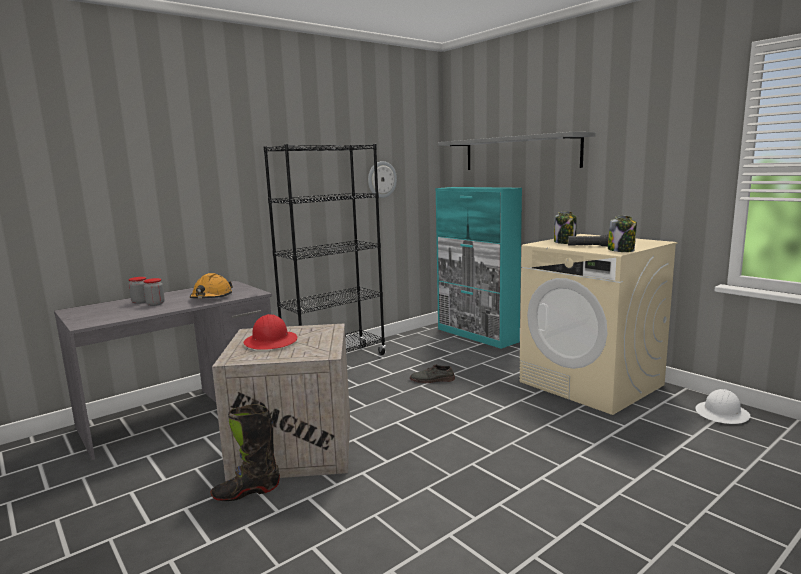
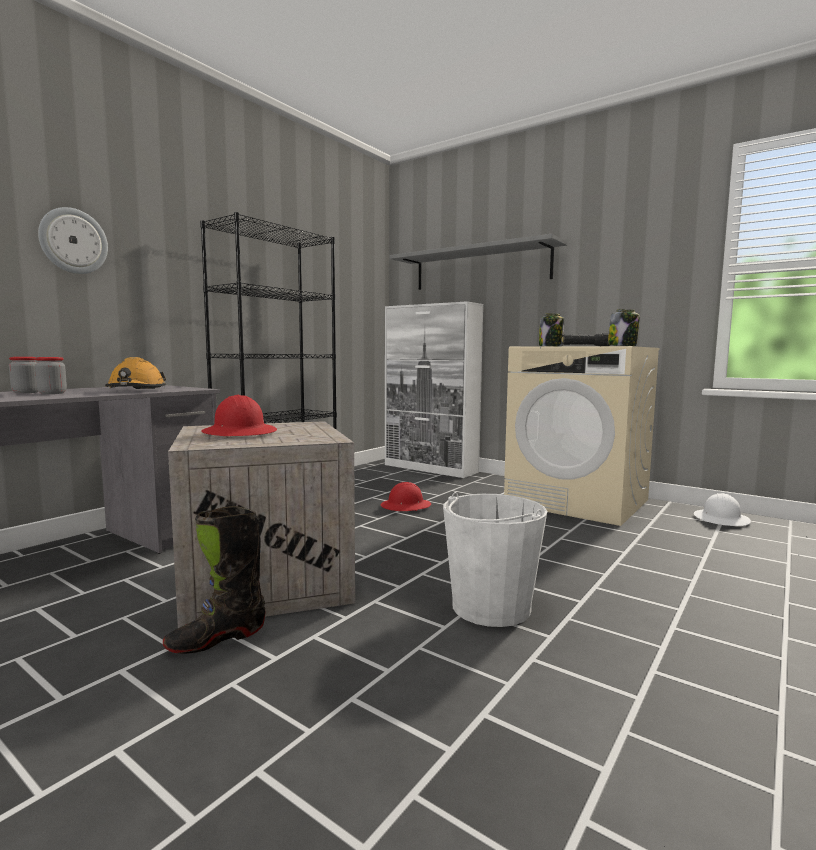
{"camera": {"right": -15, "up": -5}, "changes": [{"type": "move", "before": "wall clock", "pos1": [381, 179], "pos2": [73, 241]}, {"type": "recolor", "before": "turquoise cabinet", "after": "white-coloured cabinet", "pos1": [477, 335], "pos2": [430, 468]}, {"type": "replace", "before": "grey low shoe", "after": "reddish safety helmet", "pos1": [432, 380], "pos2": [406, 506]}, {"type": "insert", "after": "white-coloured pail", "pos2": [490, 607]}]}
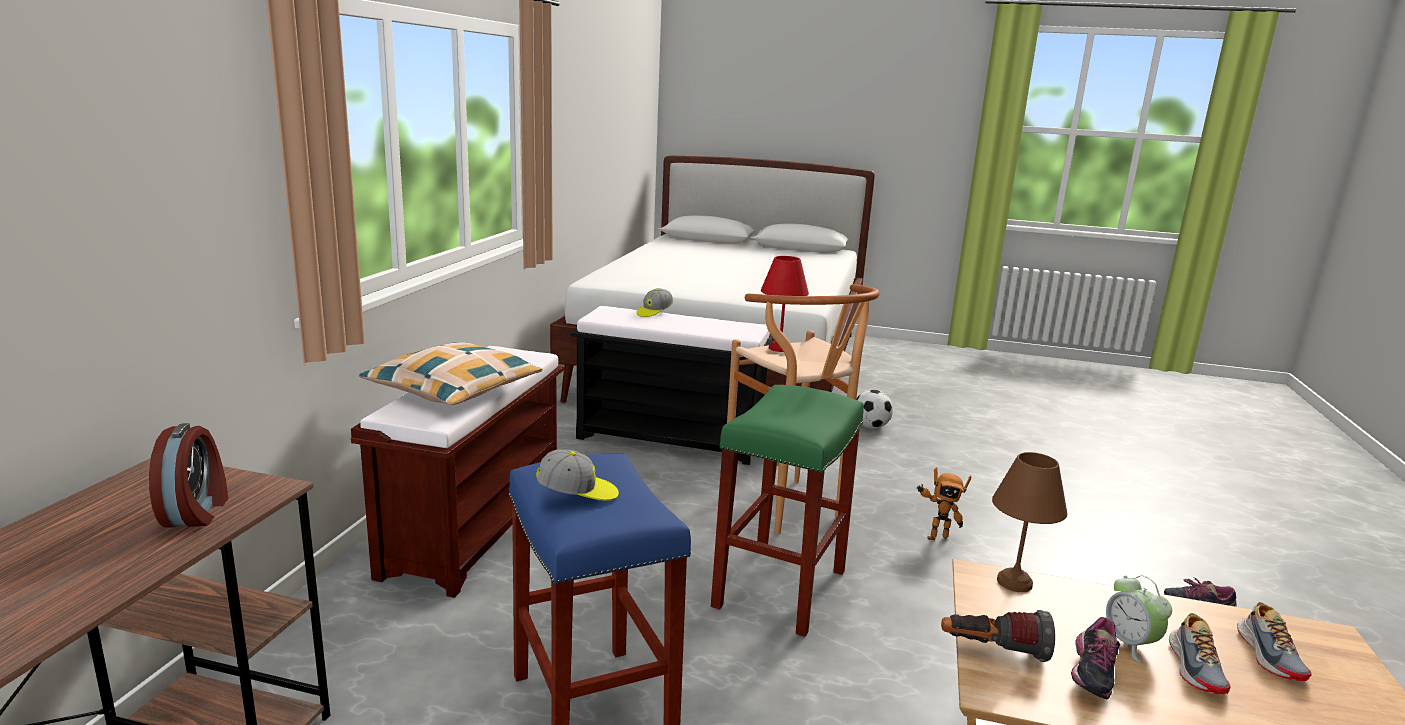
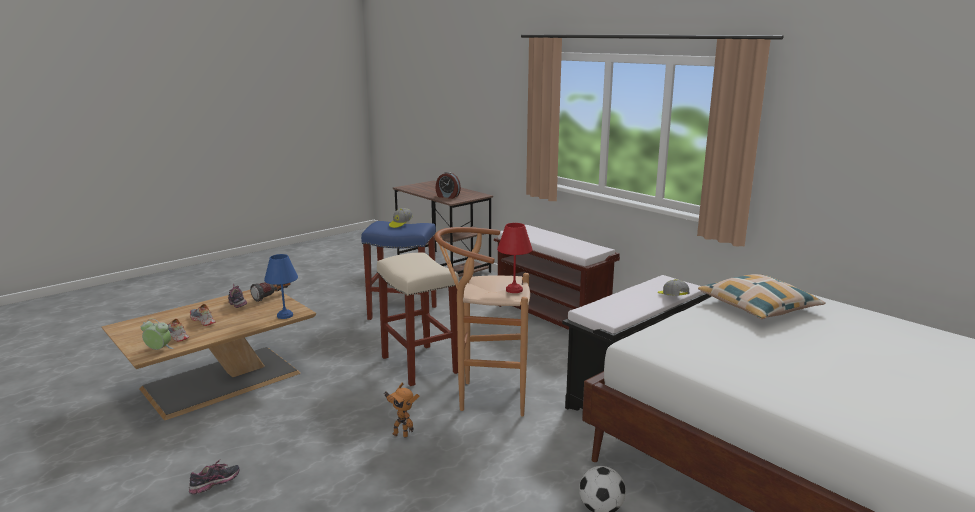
{"camera": {"right": 125, "up": 0}, "changes": [{"type": "move", "before": "pillow", "pos1": [454, 389], "pos2": [758, 306]}, {"type": "recolor", "before": "green-coloured sitting stool", "after": "beige sitting stool", "pos1": [780, 587], "pos2": [420, 365]}, {"type": "recolor", "before": "brown-coloured lamp for a table", "after": "blue lamp for a table", "pos1": [1015, 583], "pos2": [284, 315]}, {"type": "rotate", "before": "toy robot", "pos1": [936, 536], "pos2": [401, 434], "turn": -90}, {"type": "move", "before": "table clock", "pos1": [1129, 644], "pos2": [159, 350]}]}
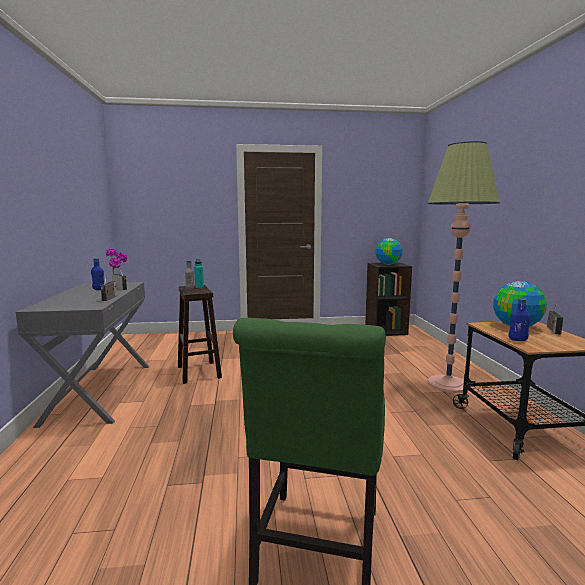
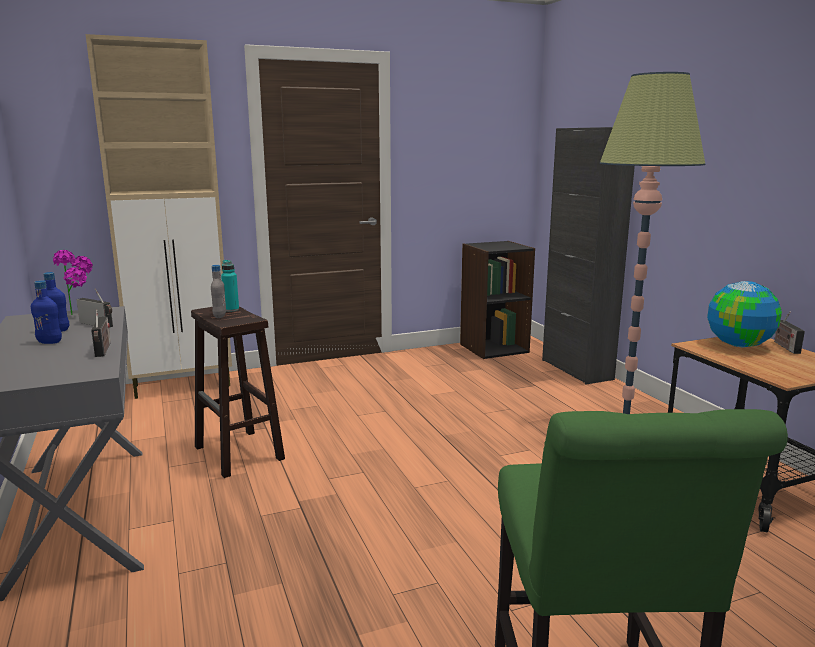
{"camera": {"right": -15, "up": 5}, "changes": [{"type": "delete", "before": "desk globe", "pos1": [388, 264]}, {"type": "move", "before": "blue bottle", "pos1": [517, 340], "pos2": [49, 342]}, {"type": "insert", "after": "beige cabinet", "pos2": [184, 385]}, {"type": "insert", "after": "black-coloured cabinet", "pos2": [576, 369]}]}
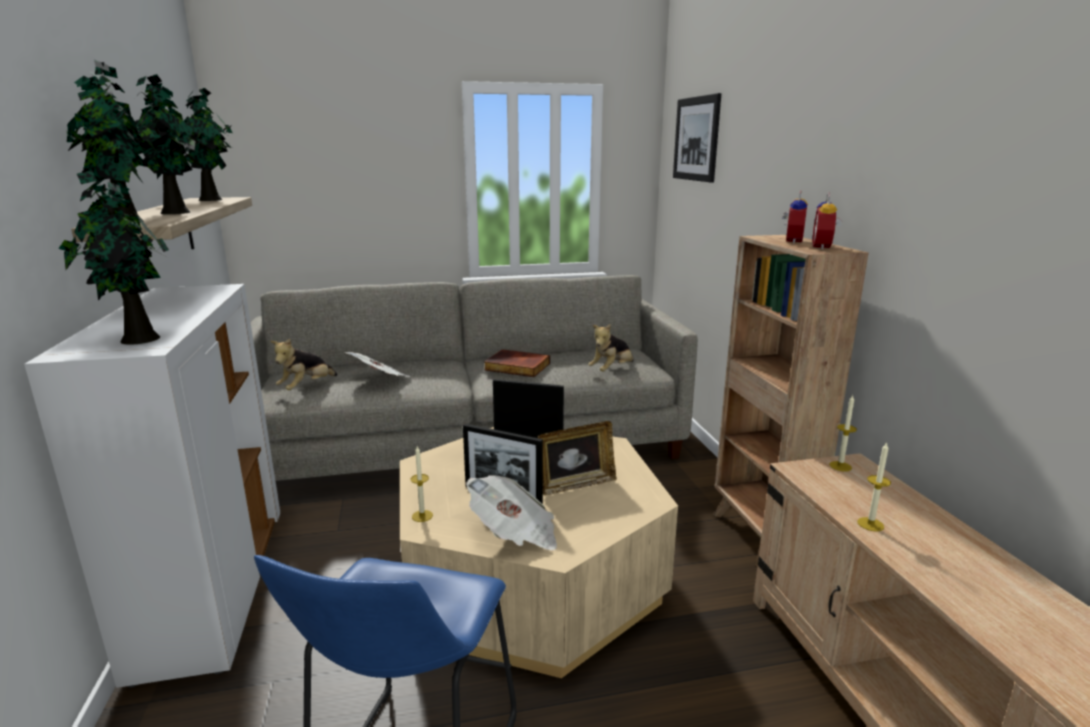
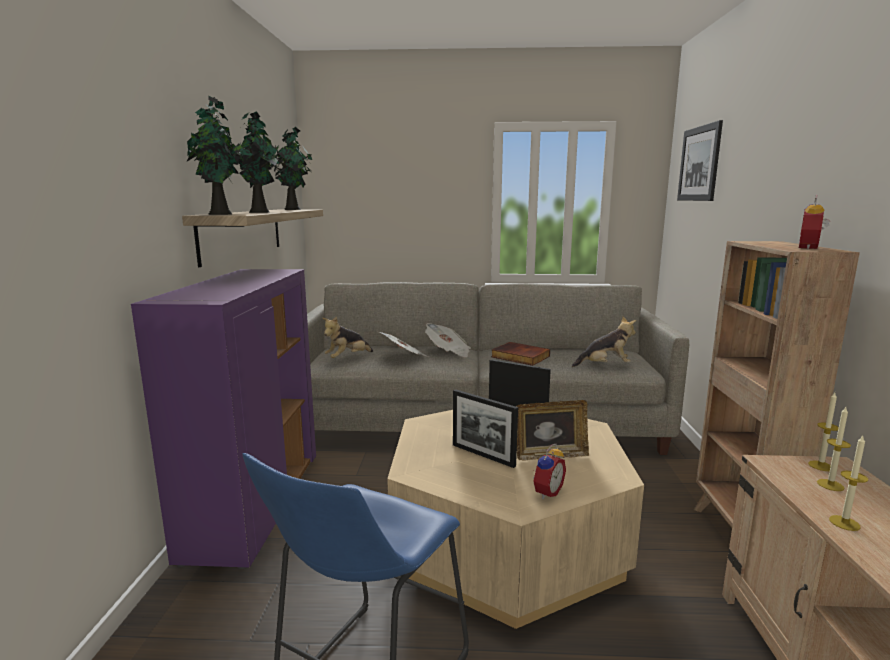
{"camera": {"right": 15, "up": -5}, "changes": [{"type": "delete", "before": "plant in a pot", "pos1": [137, 339]}, {"type": "move", "before": "table clock", "pos1": [791, 241], "pos2": [546, 492]}, {"type": "recolor", "before": "white-coloured cabinet", "after": "purplish cabinet", "pos1": [213, 588], "pos2": [255, 504]}, {"type": "rotate", "before": "cuddly toy", "pos1": [611, 370], "pos2": [605, 366], "turn": -150}, {"type": "move", "before": "wax light", "pos1": [422, 516], "pos2": [830, 485]}, {"type": "move", "before": "newspaper", "pos1": [515, 534], "pos2": [448, 352]}]}
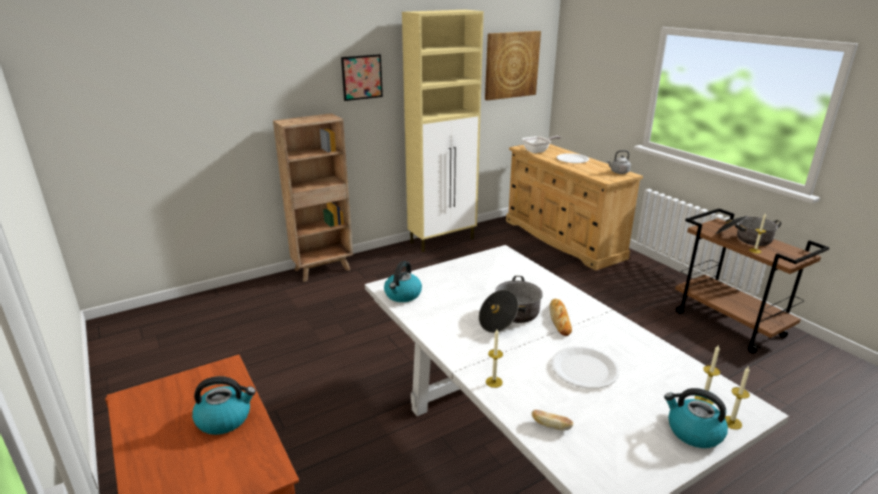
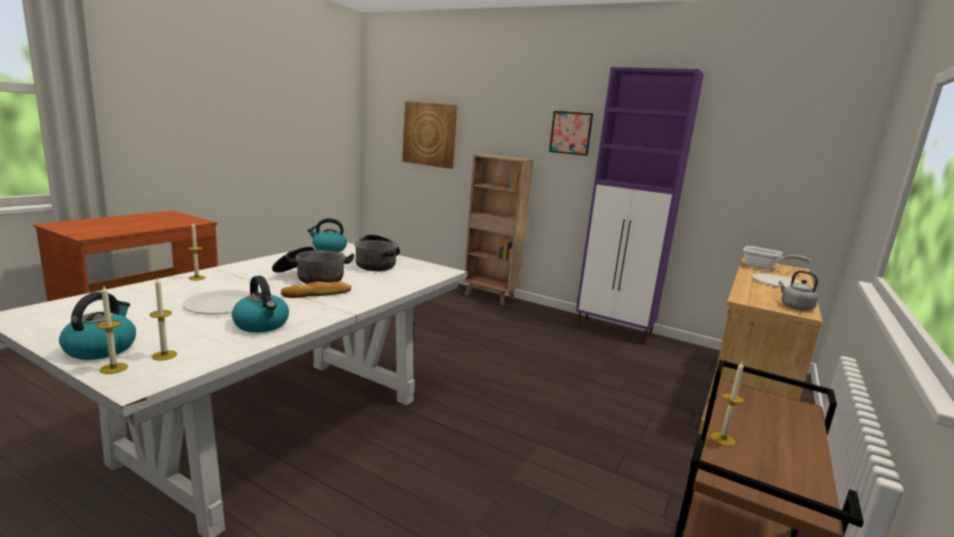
{"camera": {"right": 60, "up": -10}, "changes": [{"type": "recolor", "before": "beige cabinet", "after": "purplish cabinet", "pos1": [443, 240], "pos2": [614, 331]}, {"type": "move", "before": "wall picture", "pos1": [511, 65], "pos2": [430, 134]}, {"type": "move", "before": "cooking pot", "pos1": [744, 238], "pos2": [377, 264]}, {"type": "move", "before": "water kettle", "pos1": [225, 419], "pos2": [262, 325]}, {"type": "delete", "before": "bakery bread", "pos1": [551, 426]}]}
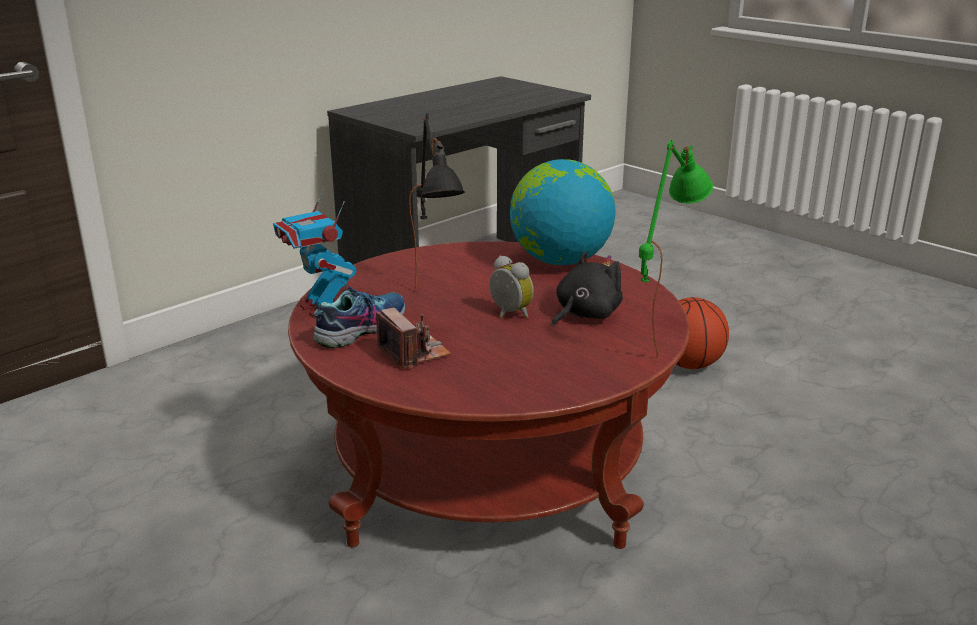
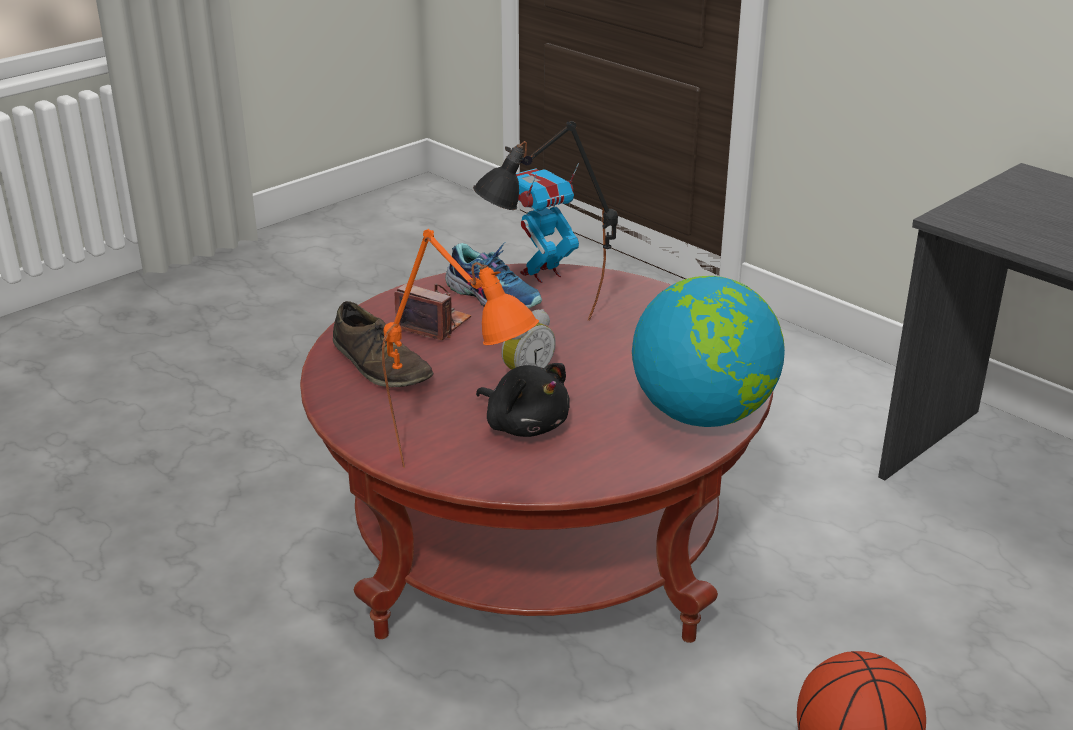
{"camera": {"right": 90, "up": 5}, "changes": [{"type": "recolor", "before": "green-coloured lamp for a table", "after": "orange lamp for a table", "pos1": [660, 335], "pos2": [462, 475]}, {"type": "rotate", "before": "still camera", "pos1": [414, 353], "pos2": [434, 324], "turn": -120}, {"type": "insert", "after": "brown-coloured low shoe", "pos2": [381, 365]}]}
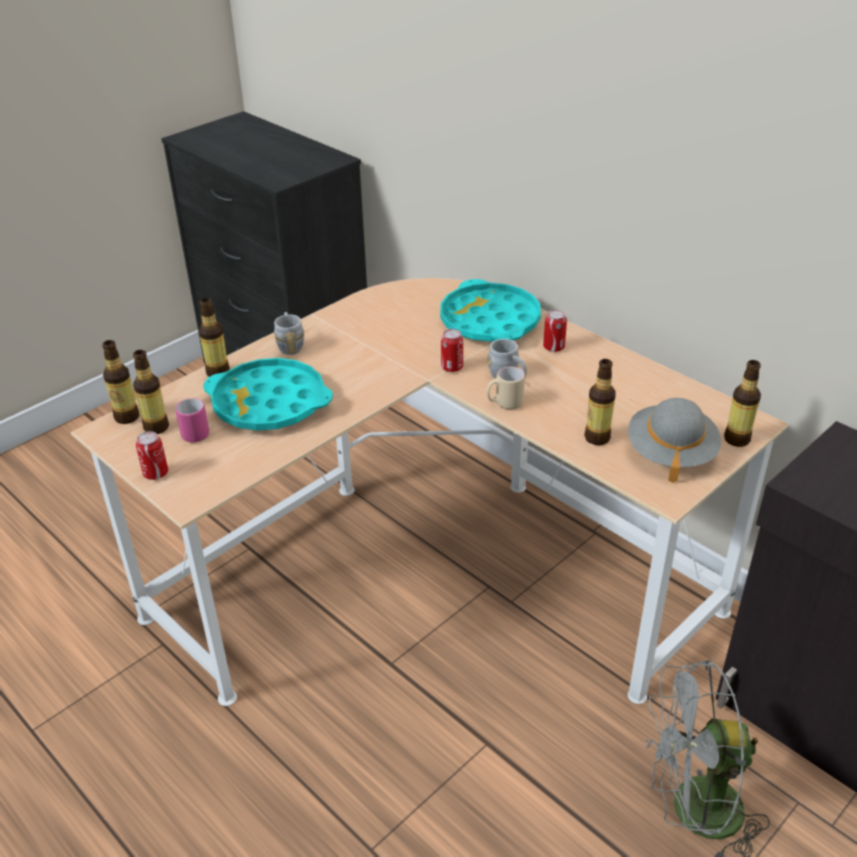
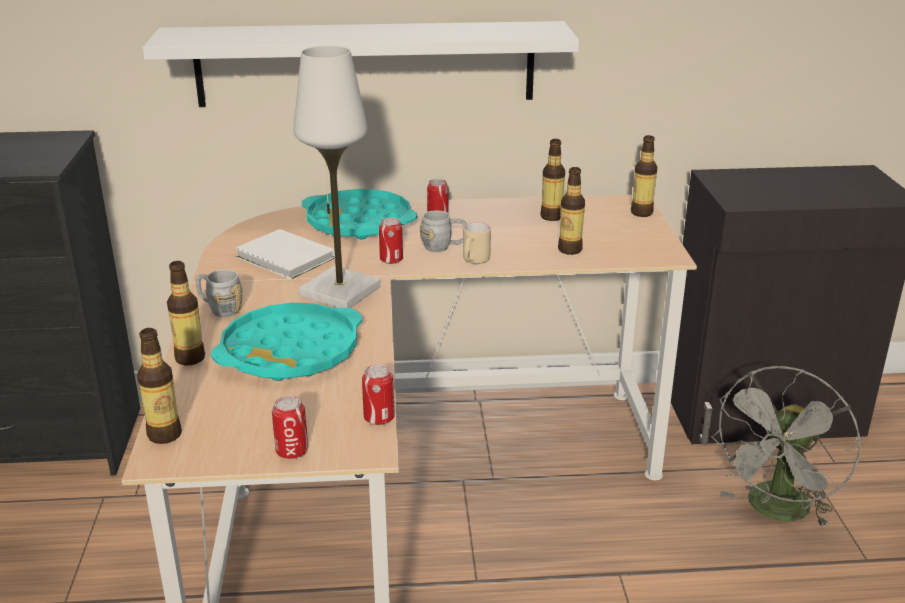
{"camera": {"right": -50, "up": -10}, "changes": [{"type": "move", "before": "bottle", "pos1": [156, 427], "pos2": [551, 217]}, {"type": "delete", "before": "pink coffee mug", "pos1": [193, 432]}, {"type": "delete", "before": "grey wearable hat", "pos1": [670, 453]}, {"type": "insert", "after": "white-coloured shelf", "pos2": [365, 64]}, {"type": "insert", "after": "white-coloured lamp for a table", "pos2": [339, 291]}, {"type": "insert", "after": "white-coloured book", "pos2": [286, 259]}, {"type": "insert", "after": "sealed can", "pos2": [379, 418]}]}
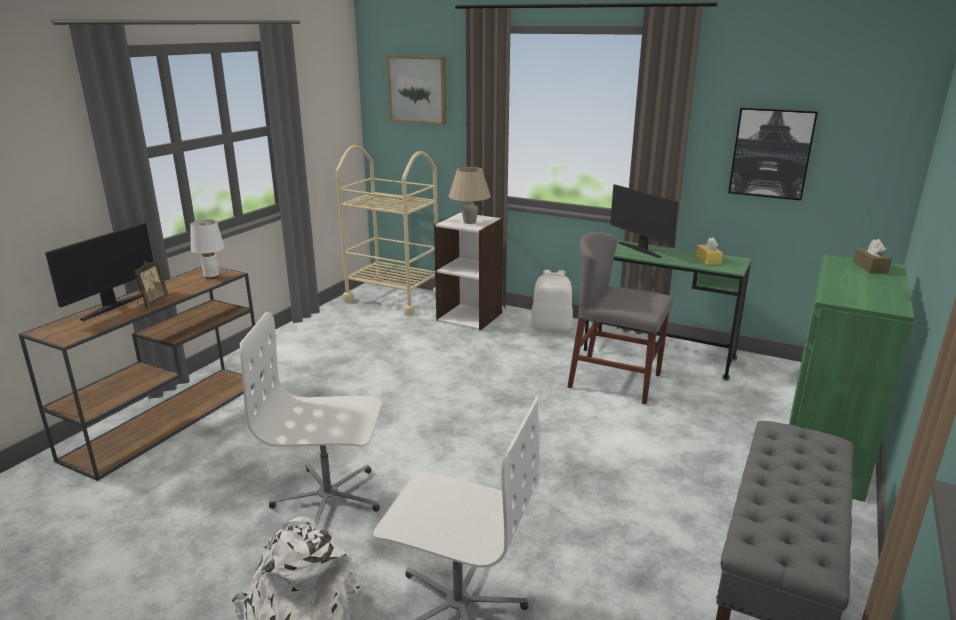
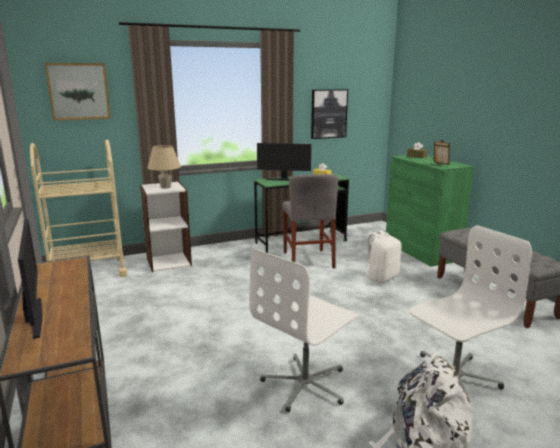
{"camera": {"right": -50, "up": -5}, "changes": [{"type": "delete", "before": "white-coloured lamp for a table", "pos1": [211, 276]}, {"type": "rotate", "before": "grey chair", "pos1": [615, 381], "pos2": [308, 260], "turn": -75}, {"type": "move", "before": "photo frame", "pos1": [152, 303], "pos2": [439, 165]}, {"type": "move", "before": "white-coloured knapsack", "pos1": [551, 327], "pos2": [381, 277]}]}
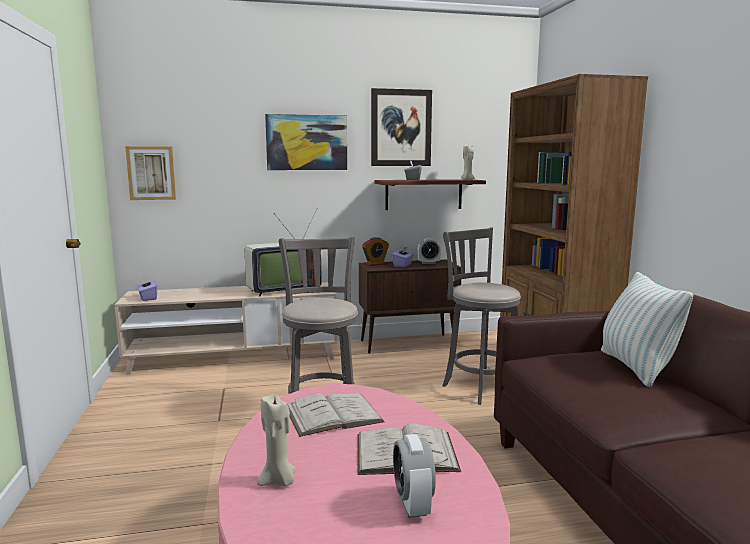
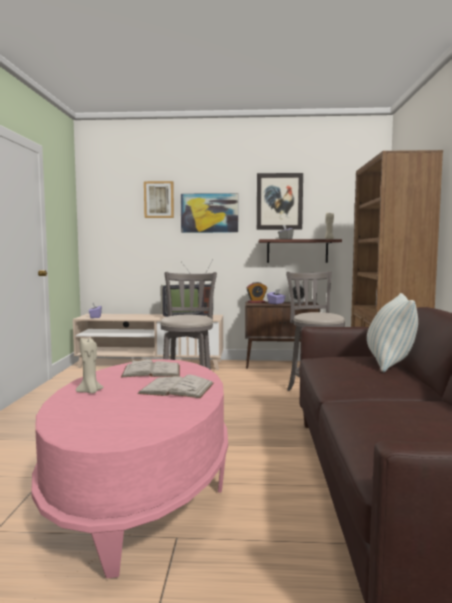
{"camera": {"right": 15, "up": -5}, "changes": [{"type": "move", "before": "wall picture", "pos1": [151, 173], "pos2": [159, 199]}, {"type": "delete", "before": "table clock", "pos1": [413, 504]}]}
